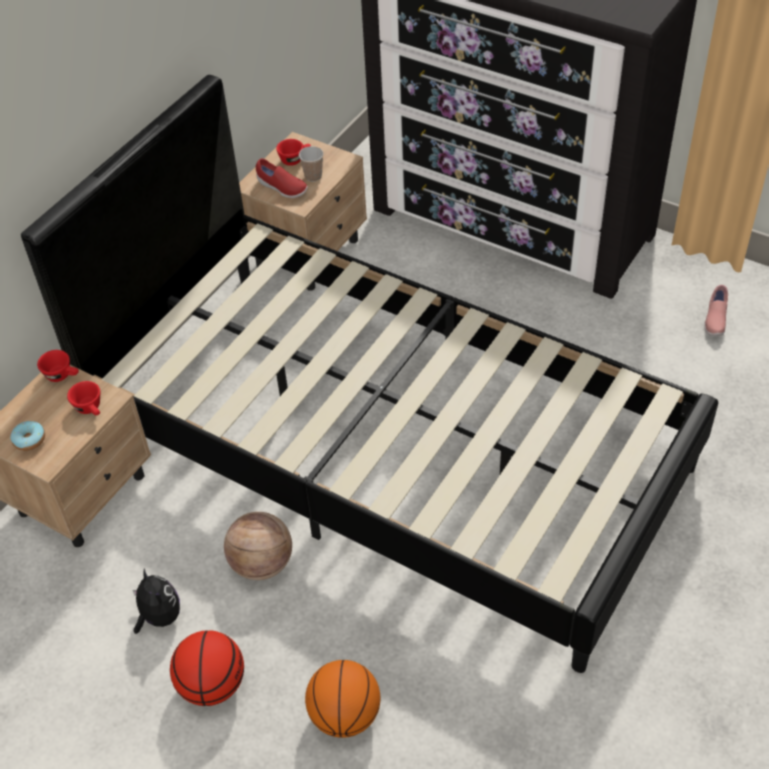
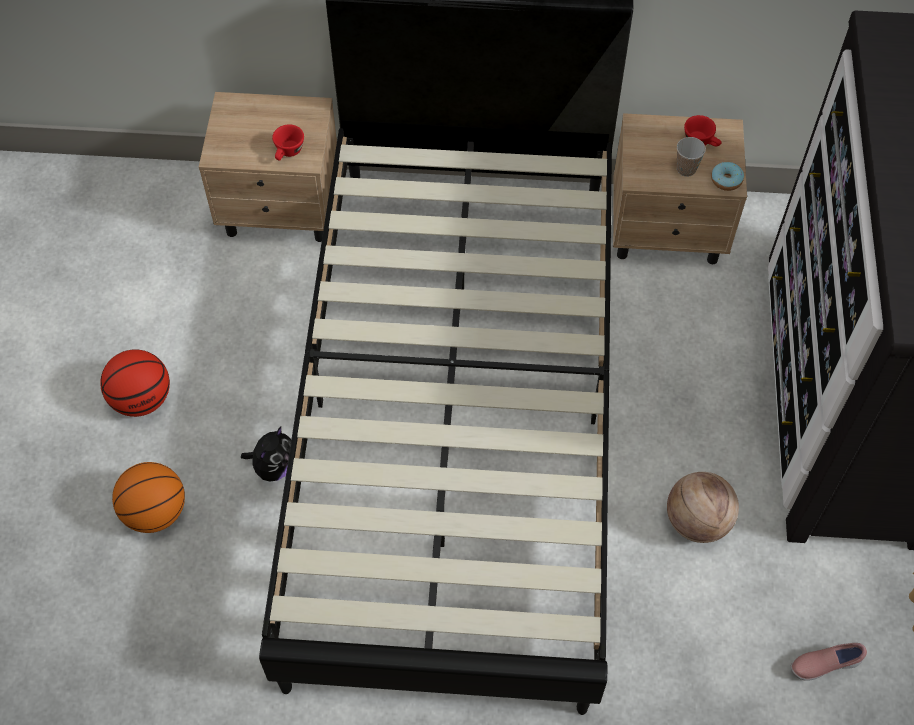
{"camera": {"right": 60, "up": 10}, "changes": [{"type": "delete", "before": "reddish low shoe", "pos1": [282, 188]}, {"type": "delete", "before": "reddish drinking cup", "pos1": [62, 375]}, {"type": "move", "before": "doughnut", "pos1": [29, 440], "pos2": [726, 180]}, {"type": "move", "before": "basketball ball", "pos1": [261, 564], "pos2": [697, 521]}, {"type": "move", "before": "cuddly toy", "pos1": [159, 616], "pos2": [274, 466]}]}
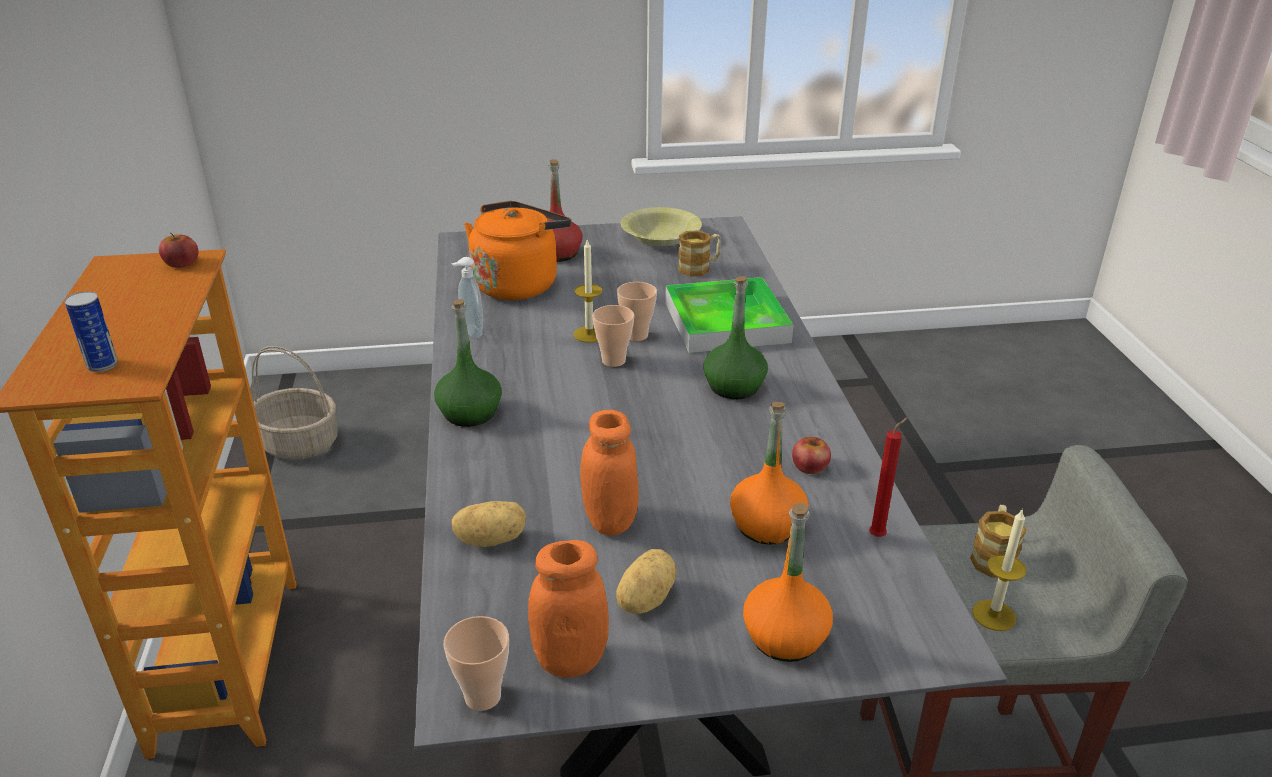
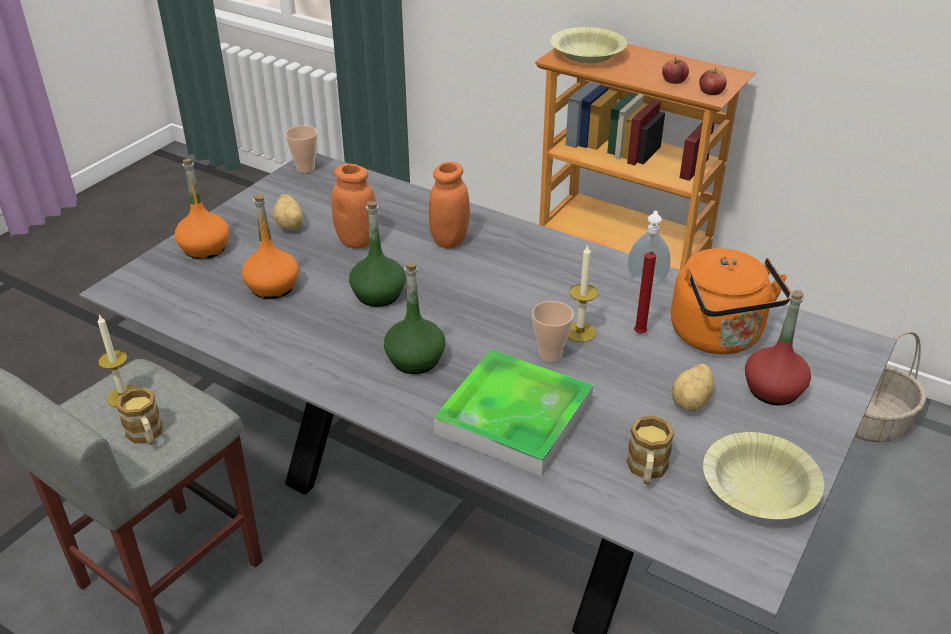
{"camera": {"right": 130, "up": 5}, "changes": [{"type": "replace", "before": "sealed can", "after": "yellow-coloured bowl", "pos1": [102, 365], "pos2": [587, 55]}, {"type": "move", "before": "green-coloured bottle", "pos1": [469, 413], "pos2": [378, 294]}, {"type": "delete", "before": "drinking cup", "pos1": [613, 361]}, {"type": "move", "before": "reddish wax light", "pos1": [879, 535], "pos2": [639, 335]}, {"type": "move", "before": "apple", "pos1": [810, 466], "pos2": [674, 80]}, {"type": "move", "before": "whole potato", "pos1": [491, 539], "pos2": [692, 401]}, {"type": "move", "before": "orange preserve jar", "pos1": [570, 660], "pos2": [450, 240]}]}
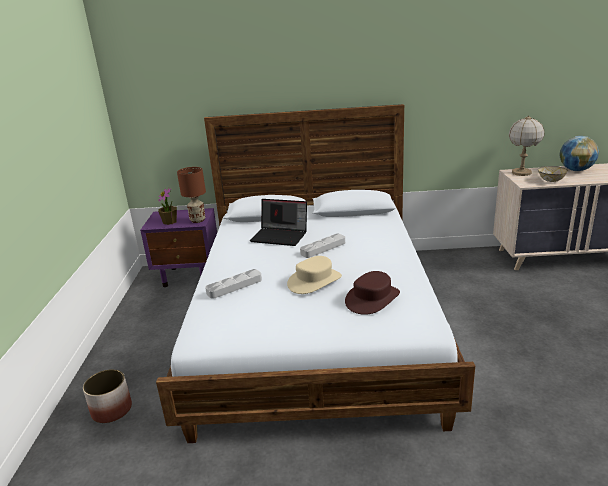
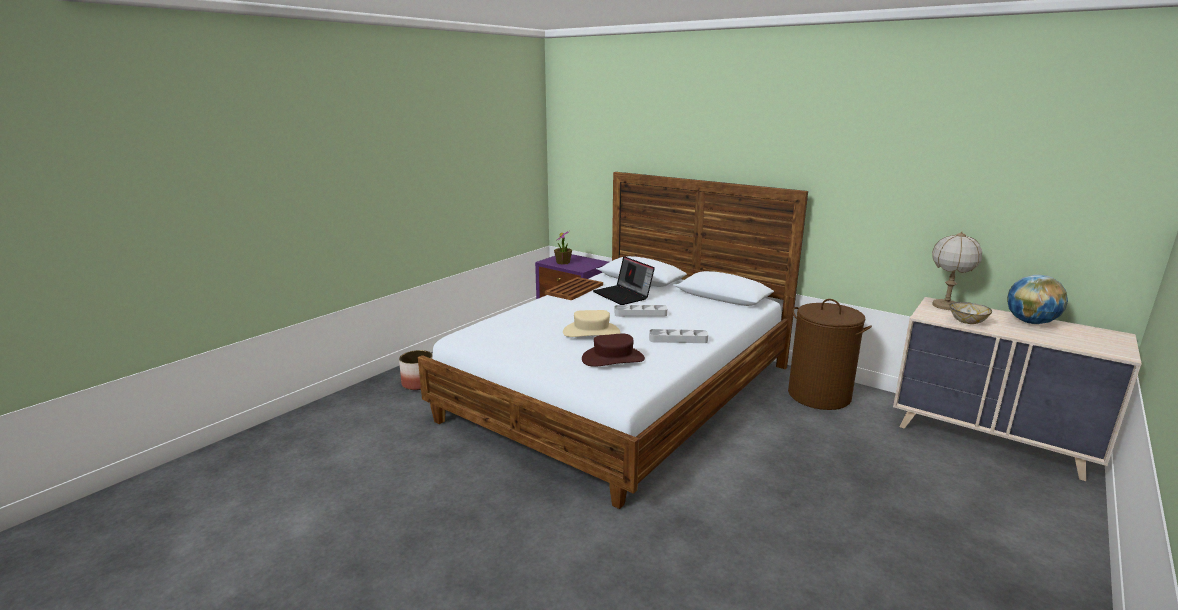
{"camera": {"right": 35, "up": -5}, "changes": [{"type": "delete", "before": "brown-coloured lamp for a table", "pos1": [197, 220]}, {"type": "move", "before": "grey tray", "pos1": [234, 286], "pos2": [678, 339]}, {"type": "insert", "after": "brown-coloured tray", "pos2": [575, 289]}, {"type": "insert", "after": "brown-coloured washing basket", "pos2": [819, 395]}]}
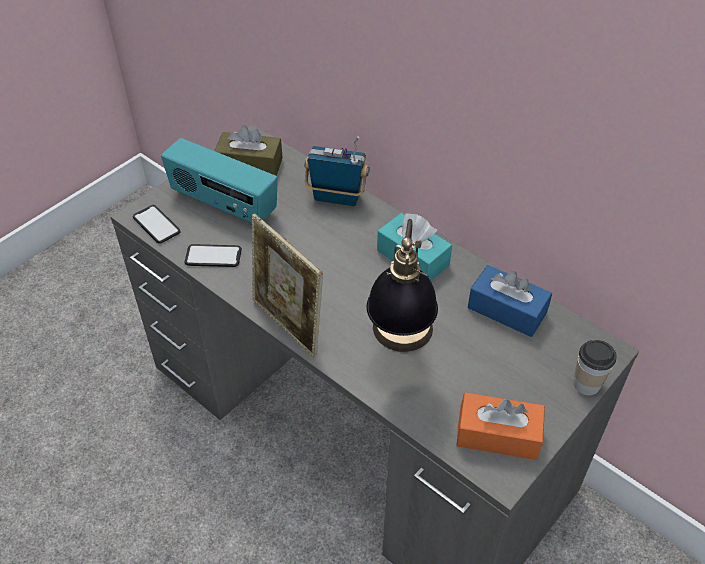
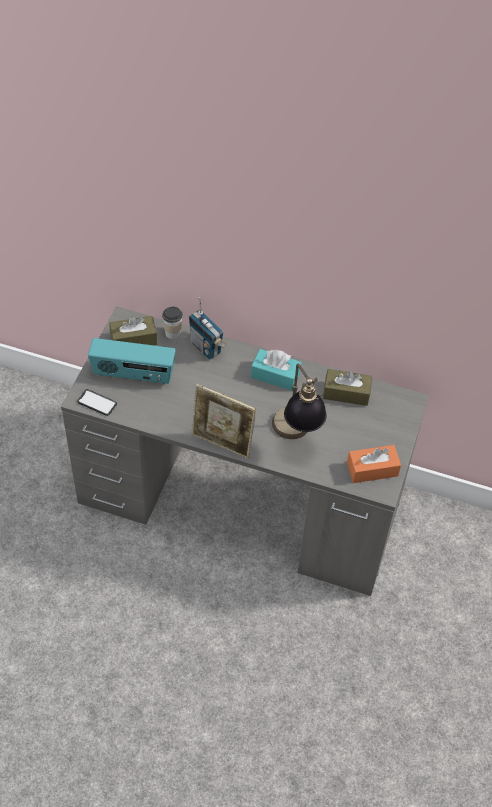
{"camera": {"right": -25, "up": 5}, "changes": [{"type": "rotate", "before": "radio set", "pos1": [337, 198], "pos2": [206, 347], "turn": -120}, {"type": "delete", "before": "telephone", "pos1": [213, 256]}, {"type": "recolor", "before": "blue tissue box", "after": "brown-coloured tissue box", "pos1": [507, 310], "pos2": [346, 393]}, {"type": "move", "before": "drinking cup", "pos1": [586, 384], "pos2": [173, 333]}]}
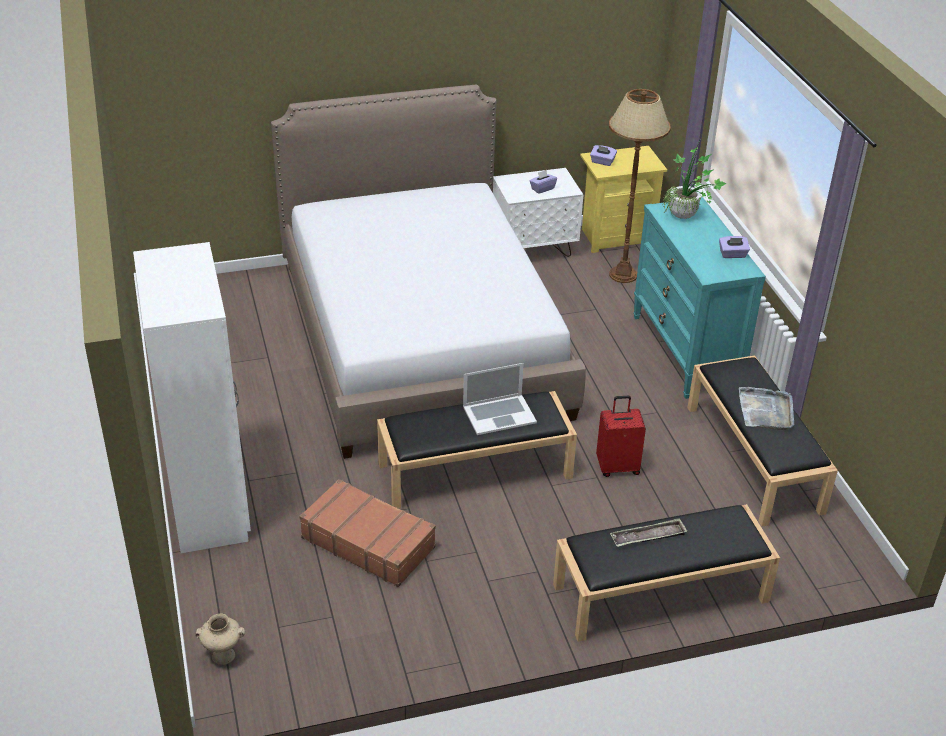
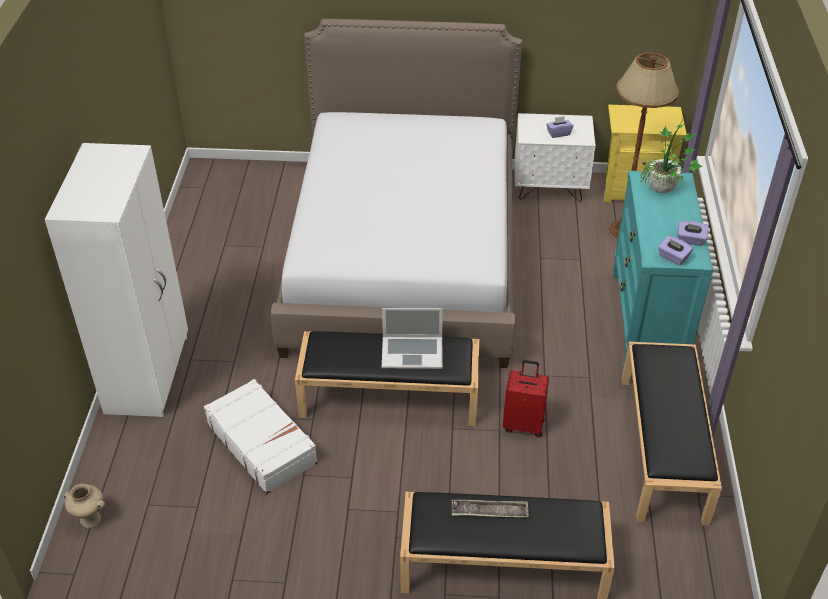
{"camera": {"right": 20, "up": 5}, "changes": [{"type": "move", "before": "purplish tissue box", "pos1": [602, 162], "pos2": [673, 257]}, {"type": "delete", "before": "grey tray", "pos1": [766, 411]}, {"type": "recolor", "before": "brown-coloured travel case", "after": "white-coloured travel case", "pos1": [368, 542], "pos2": [262, 443]}]}
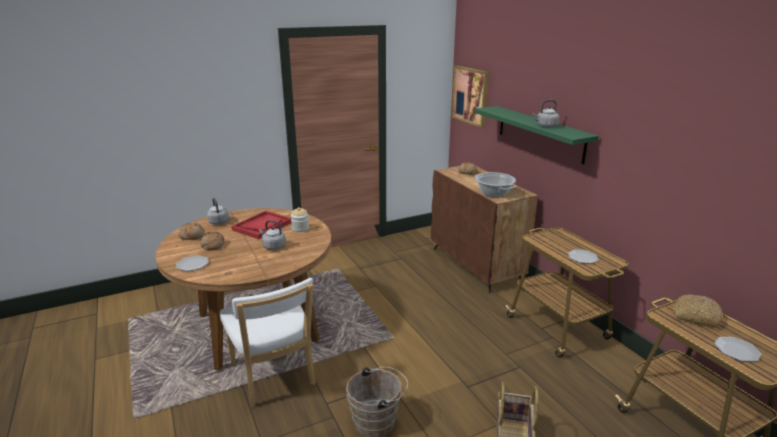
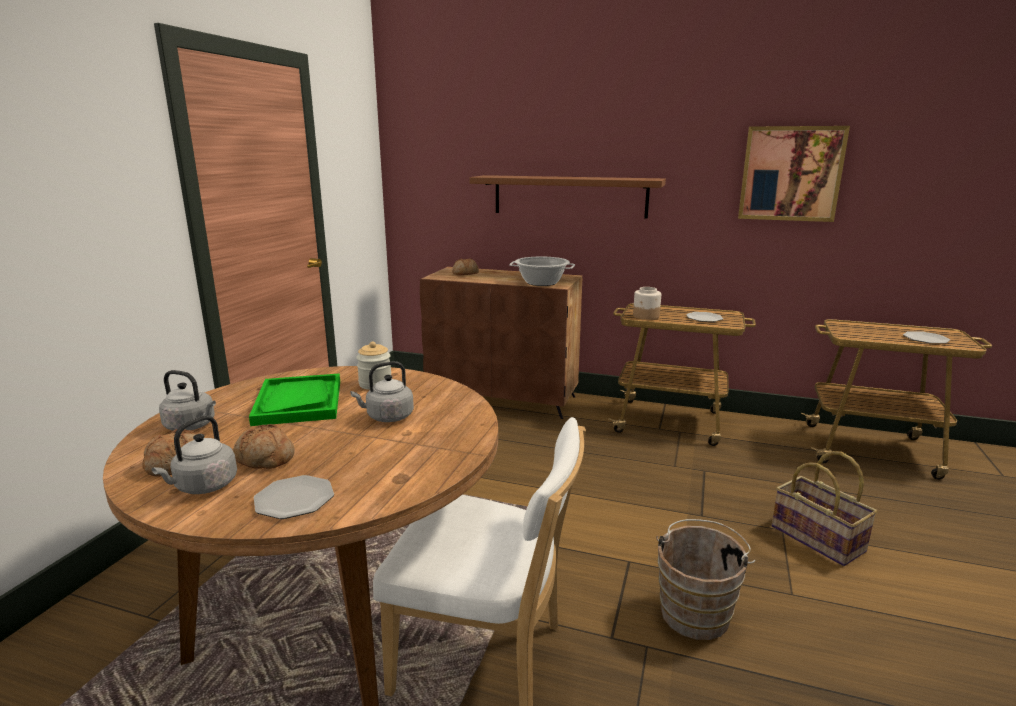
{"camera": {"right": -45, "up": -5}, "changes": [{"type": "move", "before": "wall picture", "pos1": [470, 95], "pos2": [790, 174]}, {"type": "move", "before": "grey water kettle", "pos1": [545, 126], "pos2": [203, 486]}, {"type": "recolor", "before": "green-coloured shelf", "after": "brown-coloured shelf", "pos1": [540, 133], "pos2": [569, 196]}, {"type": "recolor", "before": "reddish tray", "after": "green-coloured tray", "pos1": [262, 226], "pos2": [298, 402]}, {"type": "delete", "before": "bakery bread", "pos1": [695, 316]}, {"type": "insert", "after": "preserve jar", "pos2": [646, 316]}]}
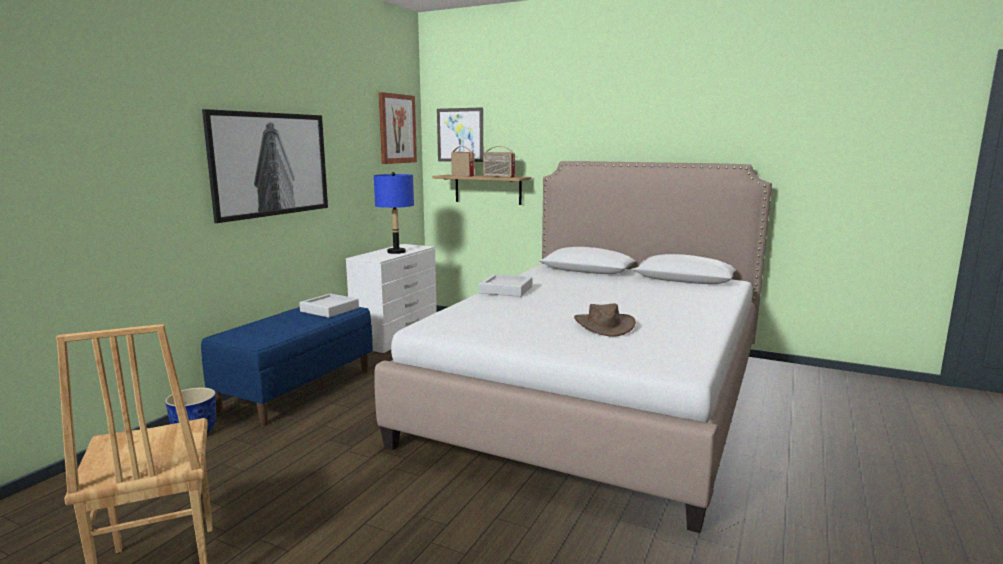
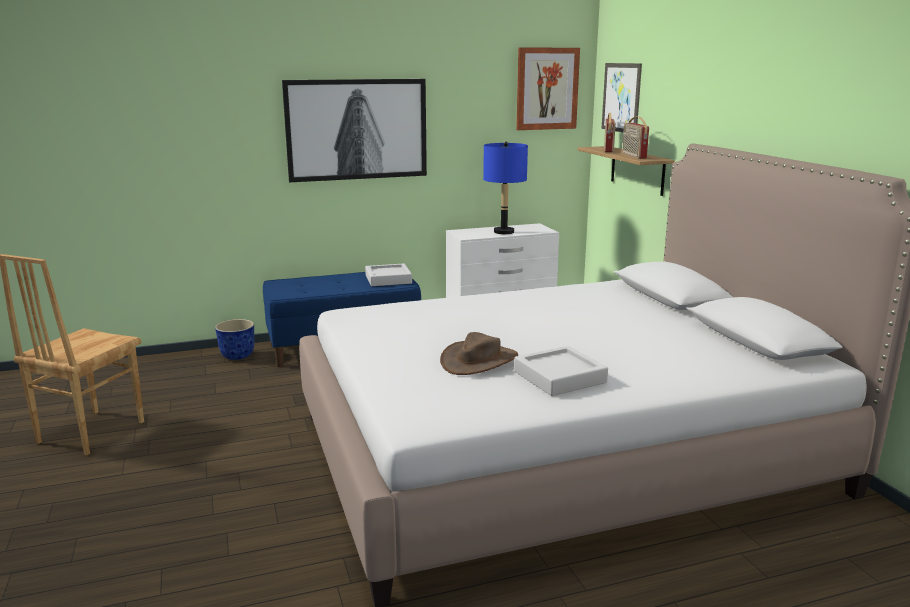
{"camera": {"right": 45, "up": 5}, "changes": [{"type": "move", "before": "grey tray", "pos1": [506, 290], "pos2": [559, 377]}]}
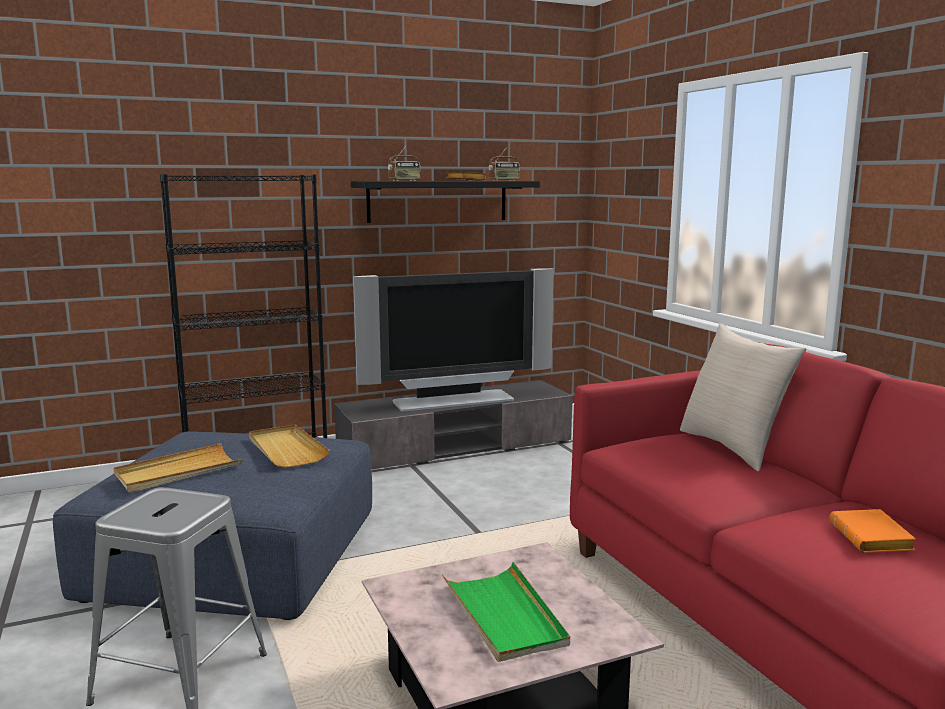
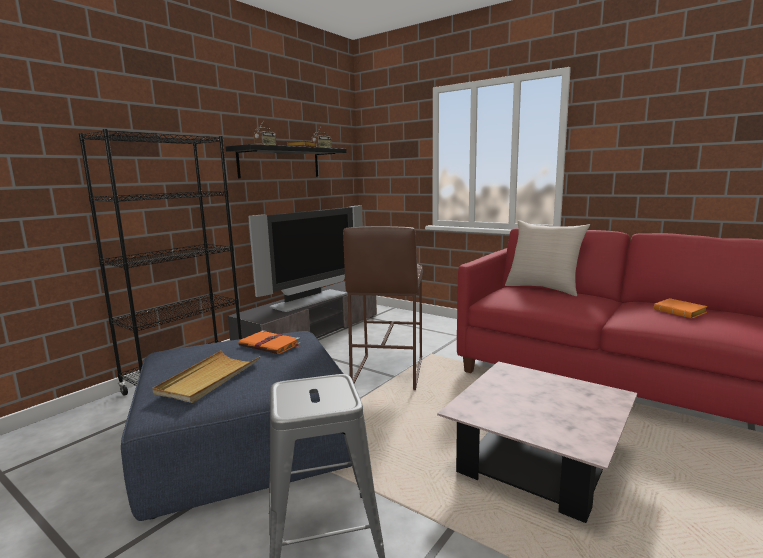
{"camera": {"right": -30, "up": 0}, "changes": [{"type": "replace", "before": "beige tray", "after": "orange book", "pos1": [286, 449], "pos2": [270, 345]}, {"type": "delete", "before": "green-coloured tray", "pos1": [504, 615]}, {"type": "insert", "after": "brown-coloured sitting stool", "pos2": [387, 372]}]}
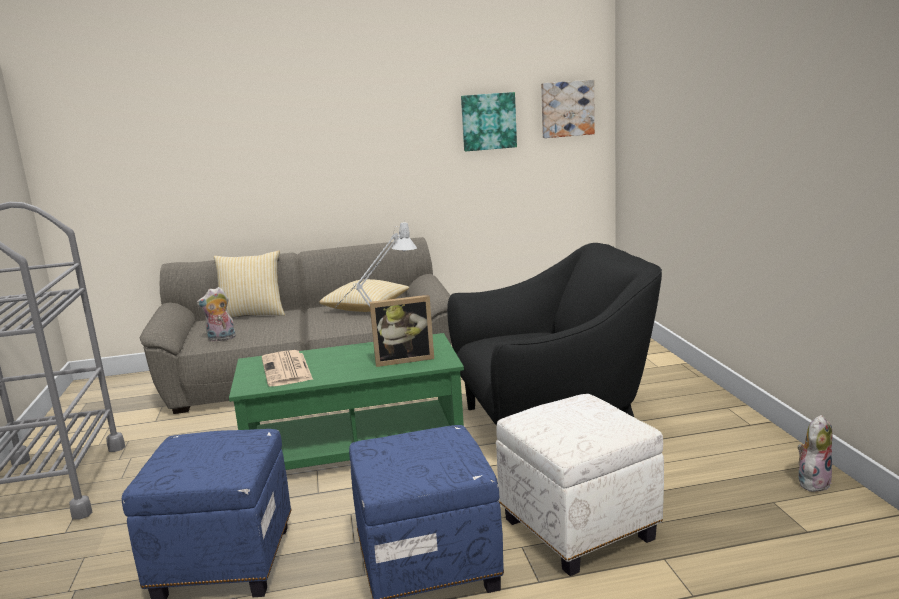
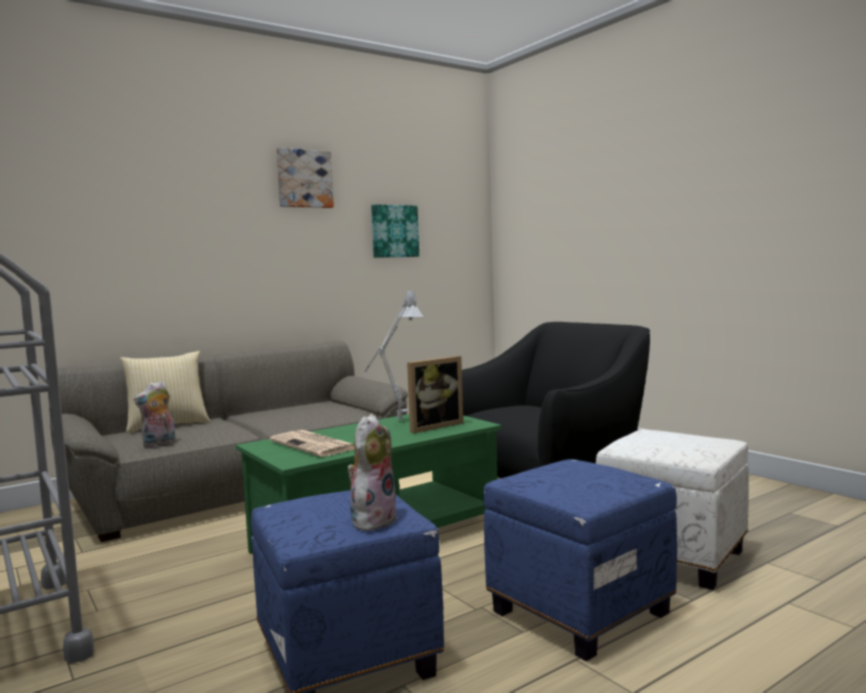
{"camera": {"right": -25, "up": -10}, "changes": [{"type": "move", "before": "wall picture", "pos1": [567, 108], "pos2": [304, 179]}, {"type": "delete", "before": "pillow", "pos1": [366, 307]}, {"type": "move", "before": "cuddly toy", "pos1": [812, 482], "pos2": [372, 520]}]}
